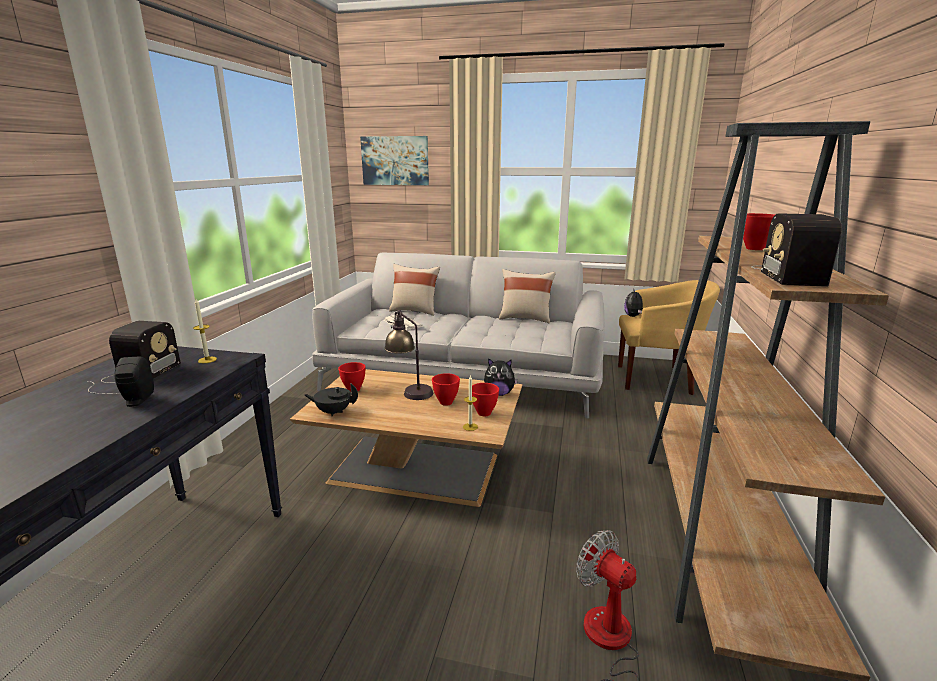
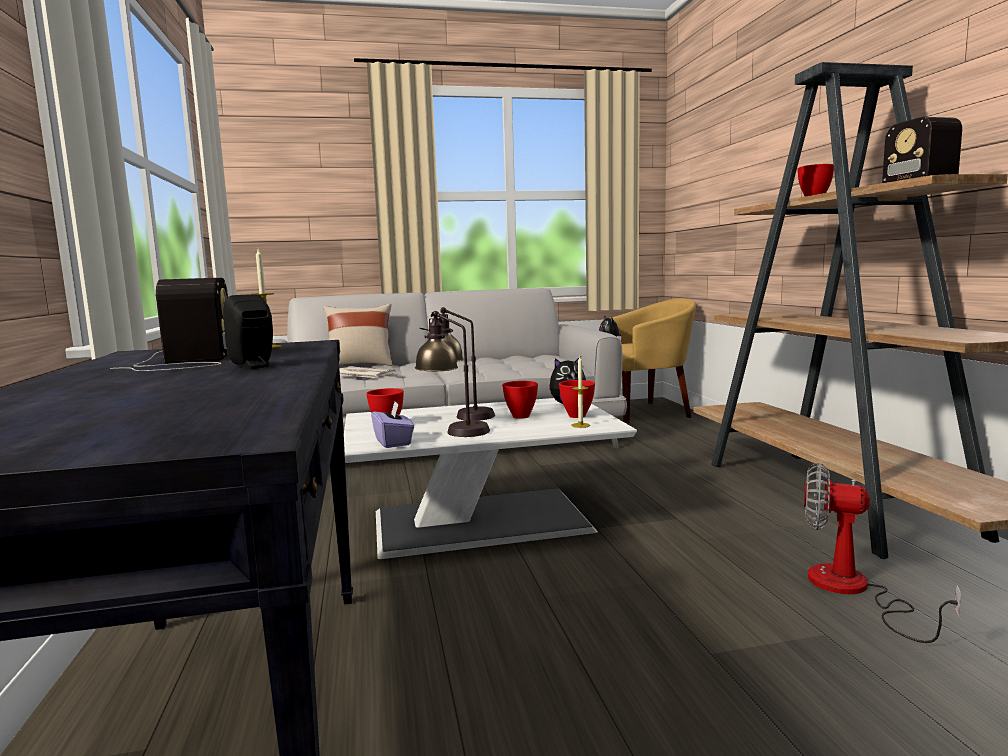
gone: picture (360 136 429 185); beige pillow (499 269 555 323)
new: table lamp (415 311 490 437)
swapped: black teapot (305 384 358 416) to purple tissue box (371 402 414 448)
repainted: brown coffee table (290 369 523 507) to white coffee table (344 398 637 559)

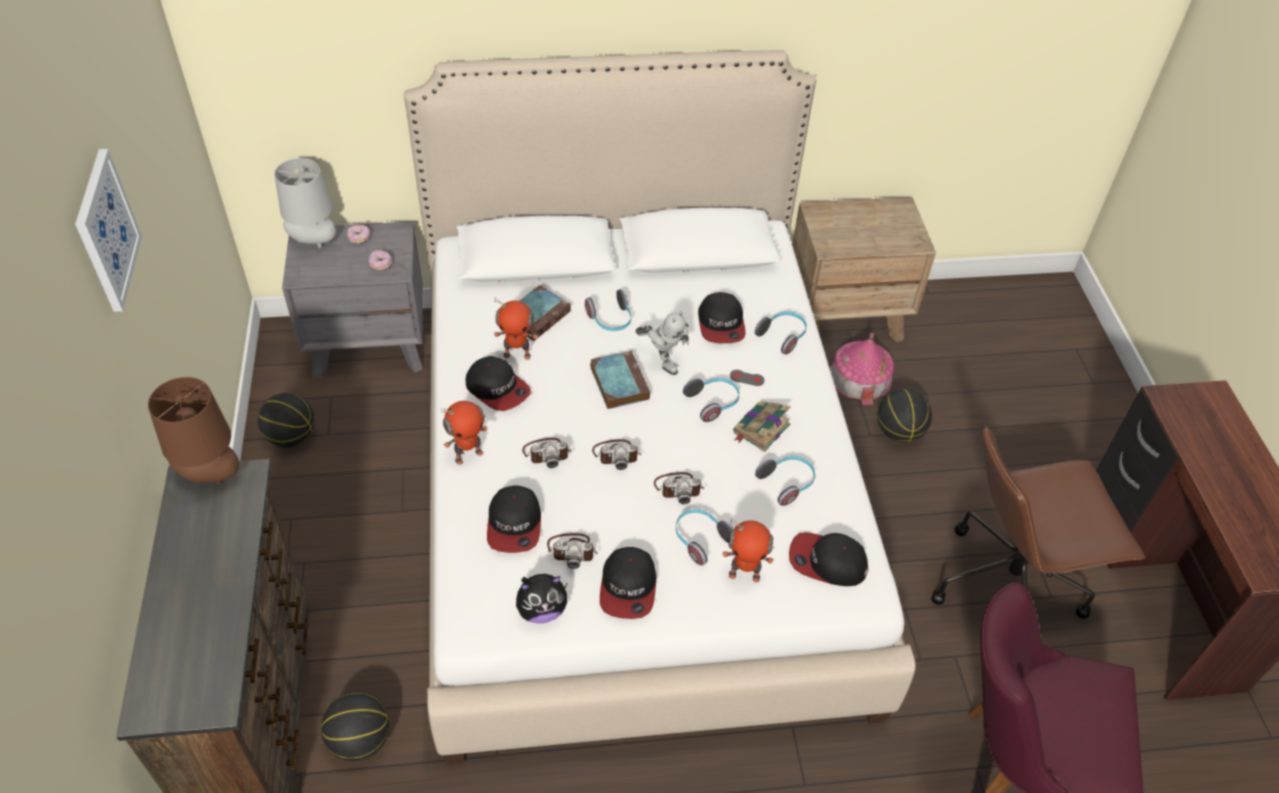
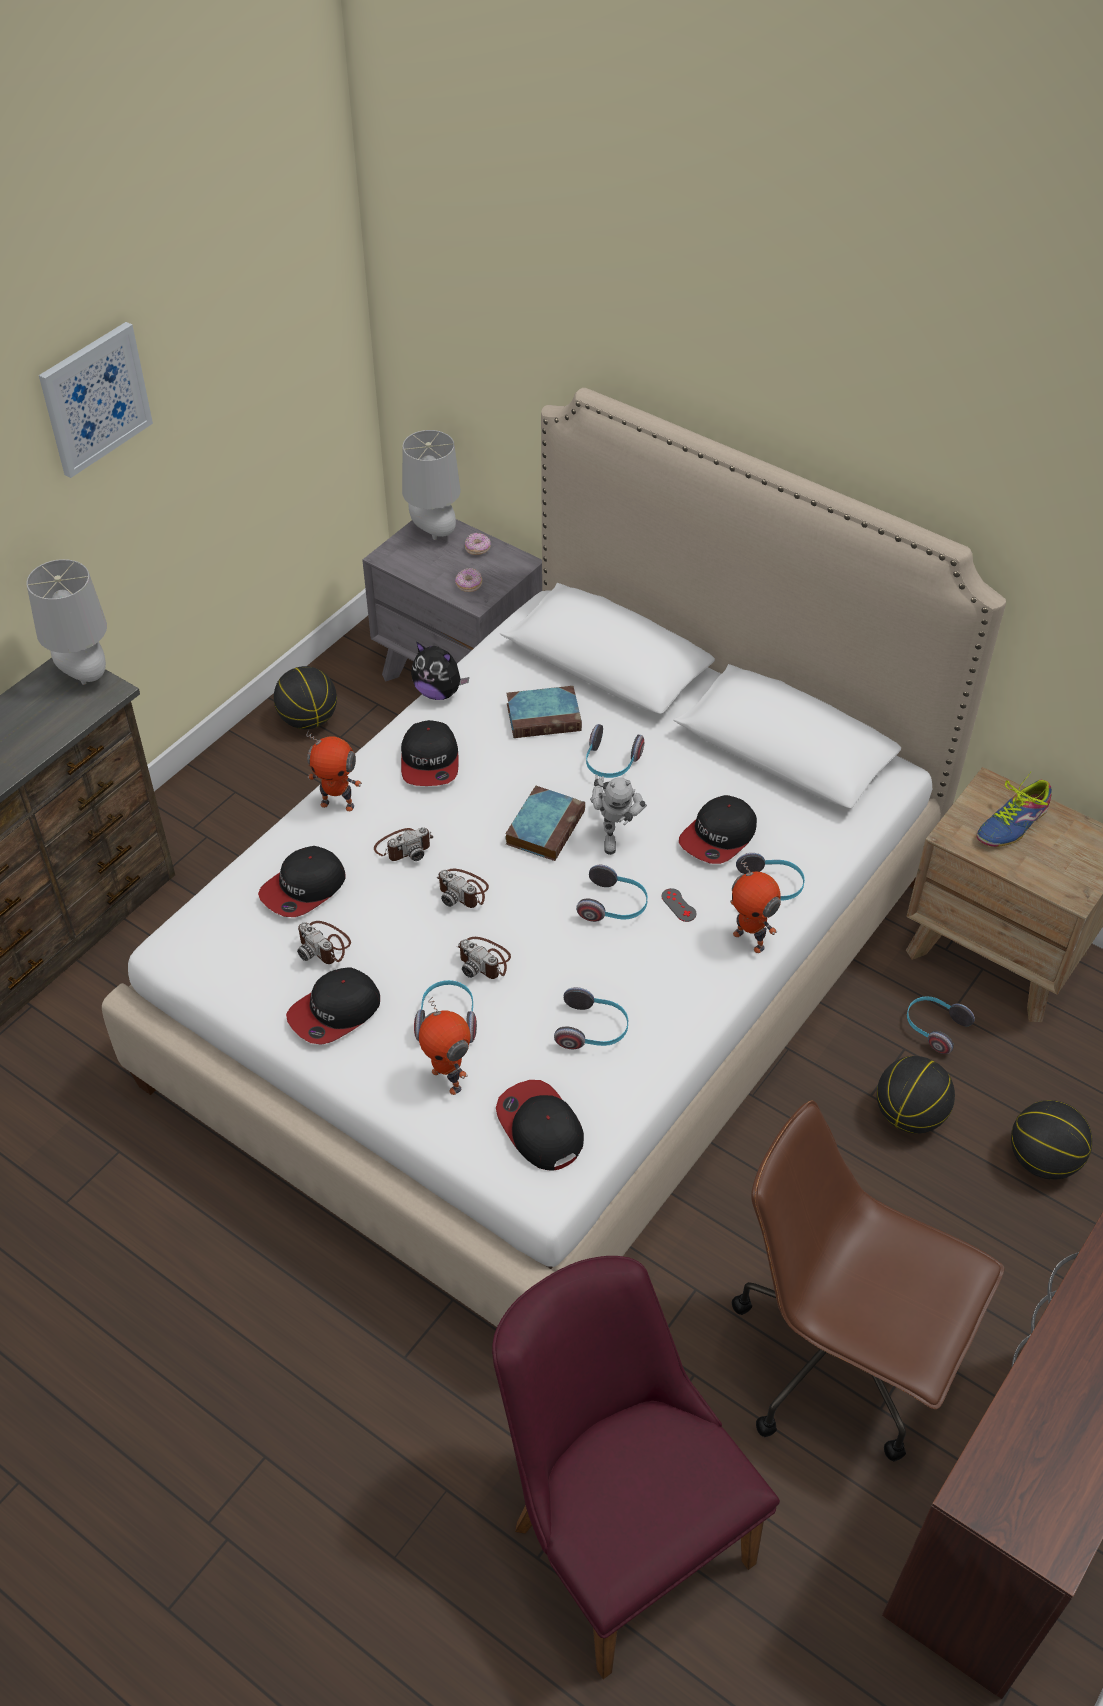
gone: book (733 400 791 452)
new: shoe (977 772 1052 847)
shifted: toy robot (494 298 538 360) to (730 859 781 953); plush toy (516 574 568 624) to (411 641 469 700); basketball (321 692 390 761) to (1011 1100 1092 1180)
swapped: toy house (830 333 894 405) to headphones (907 996 975 1054)
repainted: brown table lamp (148 377 239 484) to grey table lamp (26 559 107 685)
rotated: photo camera (522 438 572 468) = (374 827 433 861) 60 degrees counterclockwise

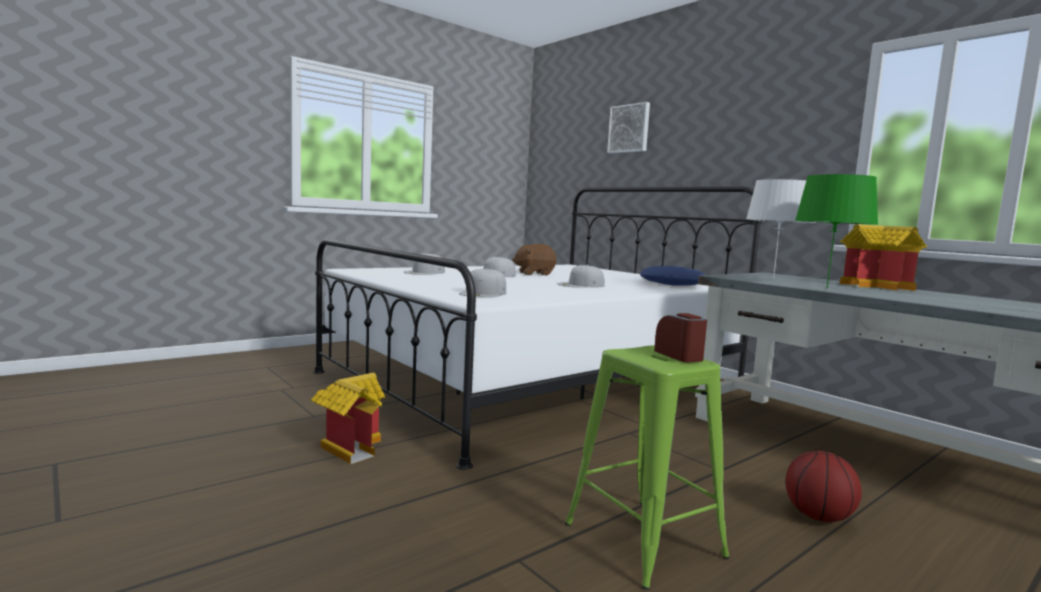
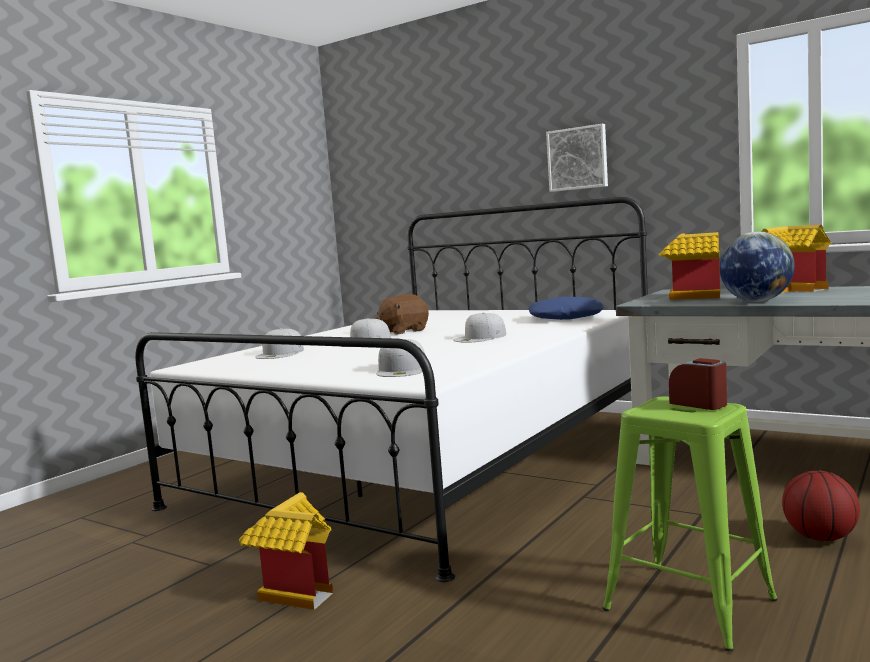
shifted: picture (607 102 650 153) to (546 124 608 192)
swapped: green table lamp (795 174 878 289) to globe (719 232 795 302); white table lamp (746 179 816 279) to toy house (659 232 720 300)

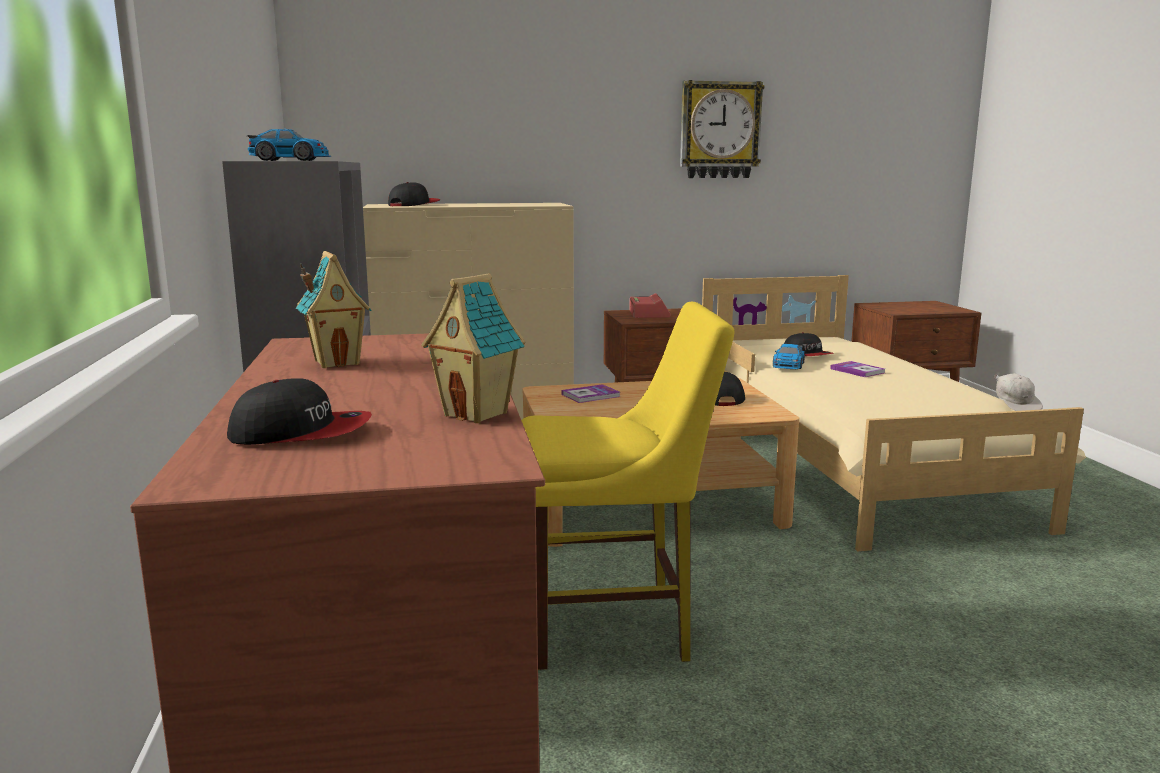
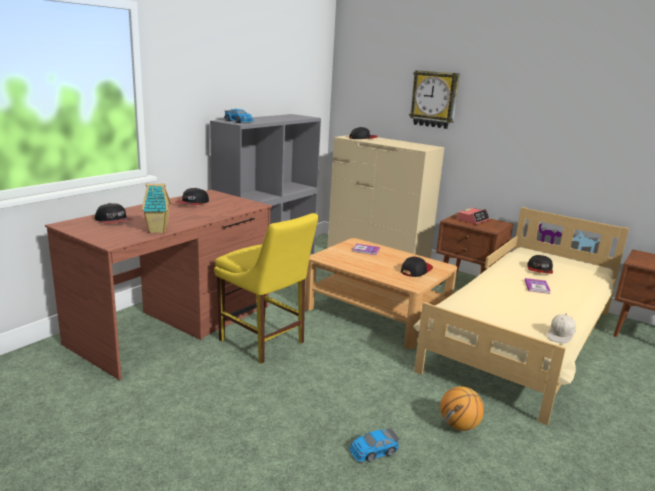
new: basketball (440 386 484 431)
shifted: wall clock (680 80 764 178) to (409 70 460 129); toy car (773 344 805 369) to (349 428 399 462)
swapped: toy house (296 251 372 368) to cap (176 188 209 205)

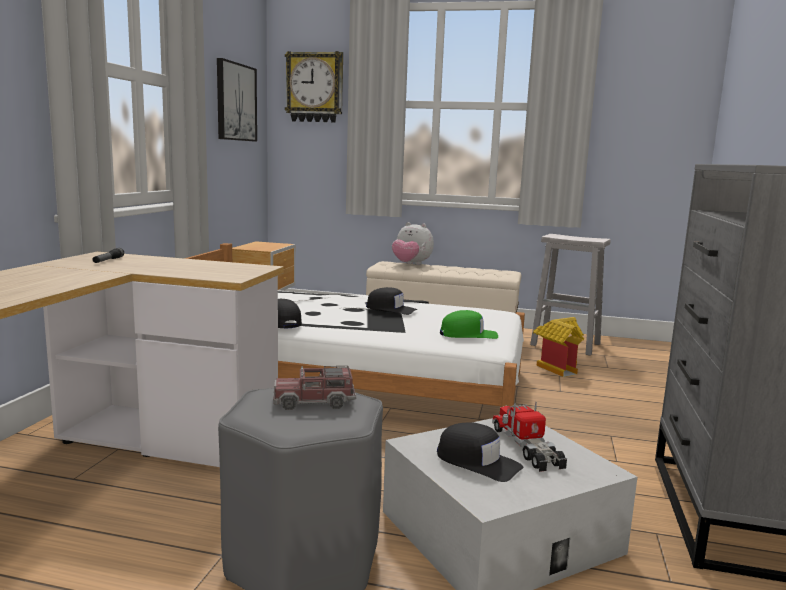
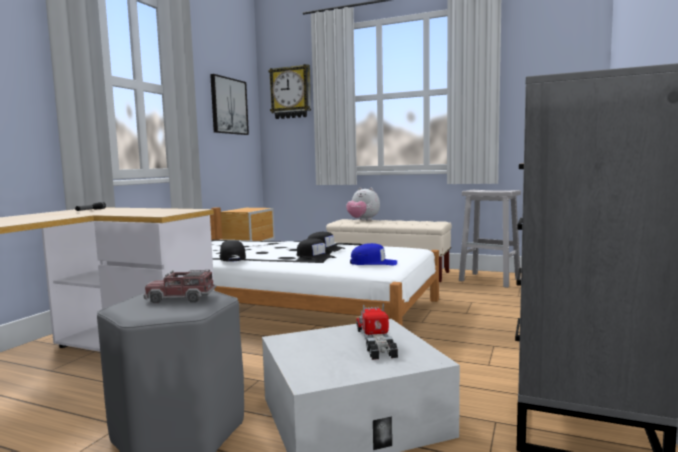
gone: toy house (533 317 584 377)
shifted: black cap (437 422 523 482) to (297 238 336 261)
repainted: green cap (440 310 498 339) to blue cap (350 243 397 265)

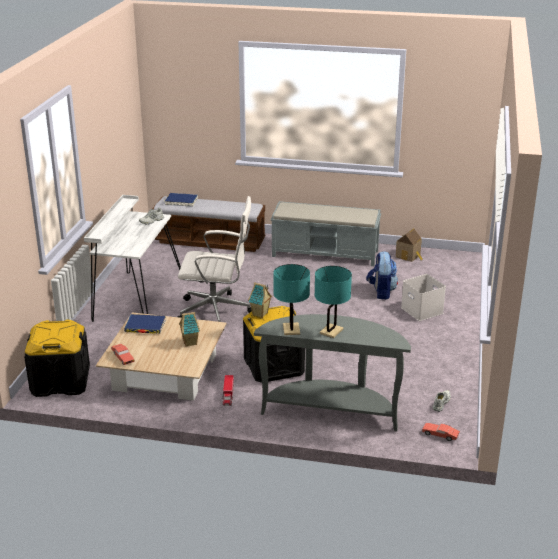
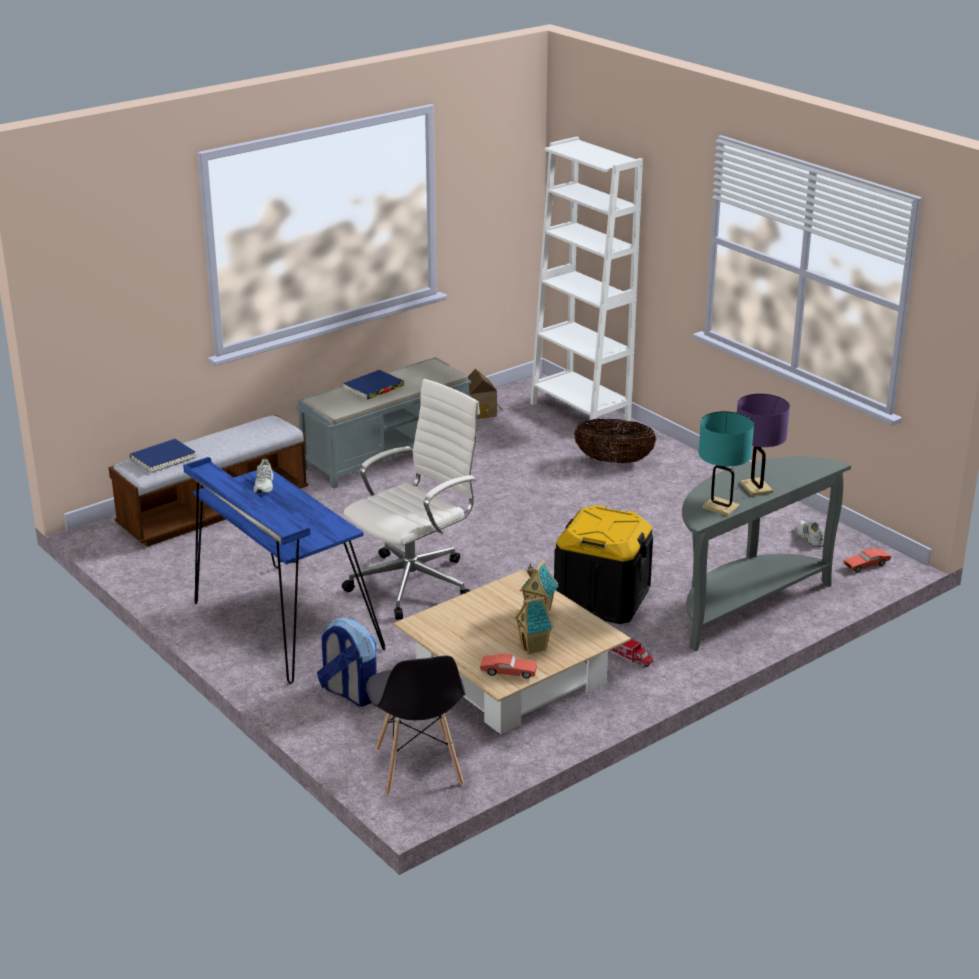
new: white bookcase (531 137 643 425)
shifted: backpack (367 251 398 300) to (317 618 377 707); toy house (248 282 272 318) to (515 595 553 654); blue book (124 314 166 334) to (343 370 404 400)
swapped: white storage box (401 274 446 321) to basket (574 419 657 463); black storage box (24 319 90 397) to grey chair (366 656 466 795)
repainted: white desk (84 195 181 322) to blue desk (183 457 385 684); turquoise table lamp (314 266 352 338) to purple table lamp (737 394 790 496)

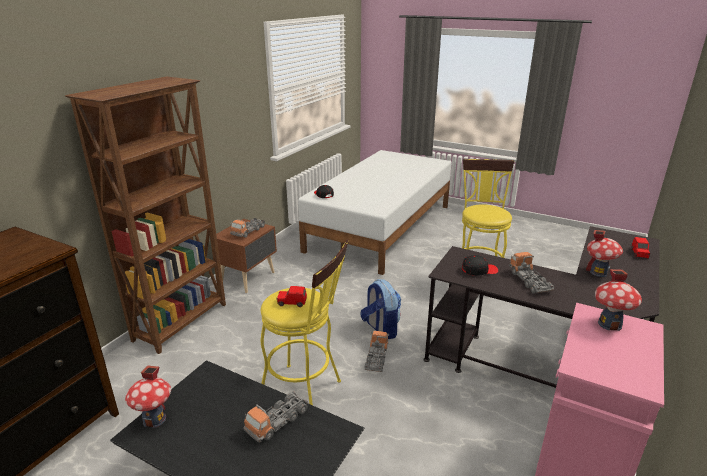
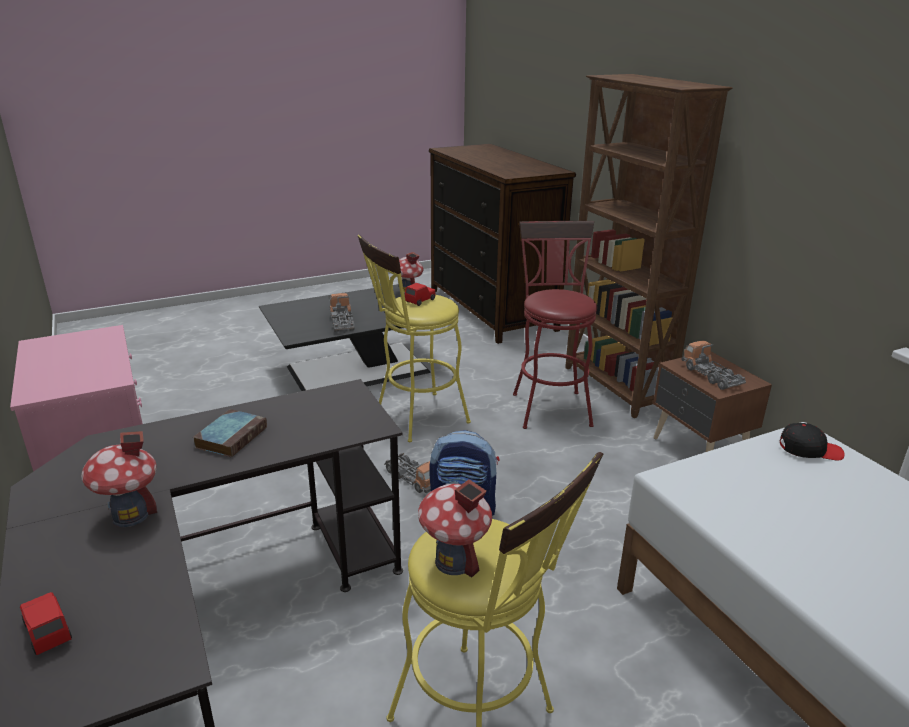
gone: black cap (462 255 498 276)
new: red stool (513 221 597 429)
shifted: toy house (595 269 642 331) to (418 479 492 577)
swapped: toy truck (509 252 554 294) to book (193 409 267 457)

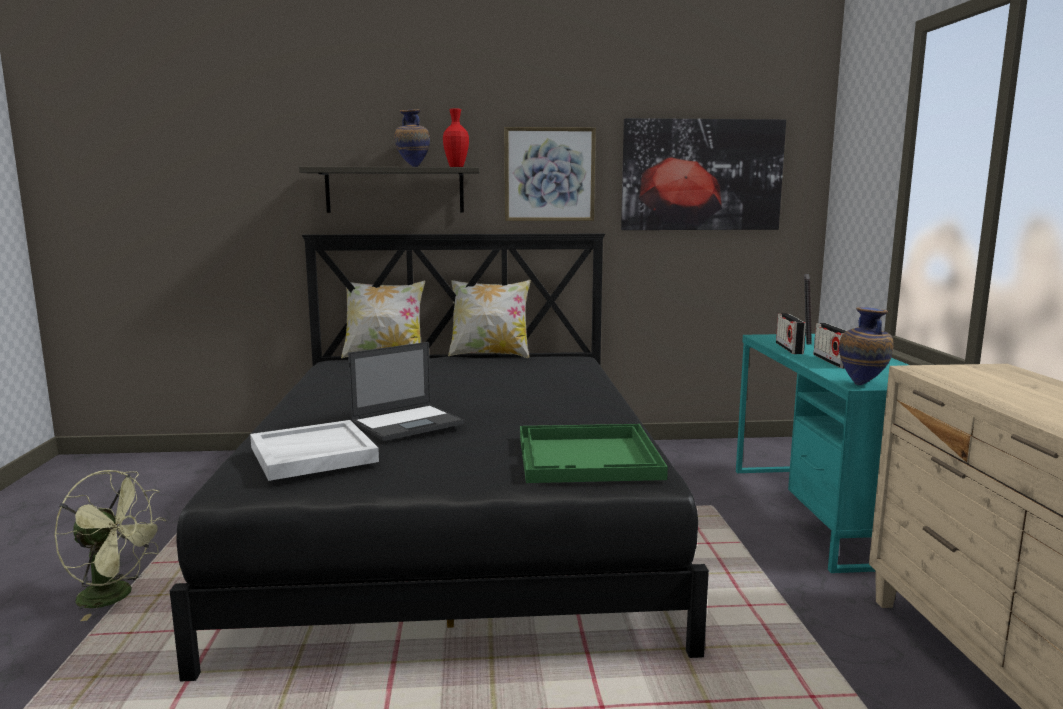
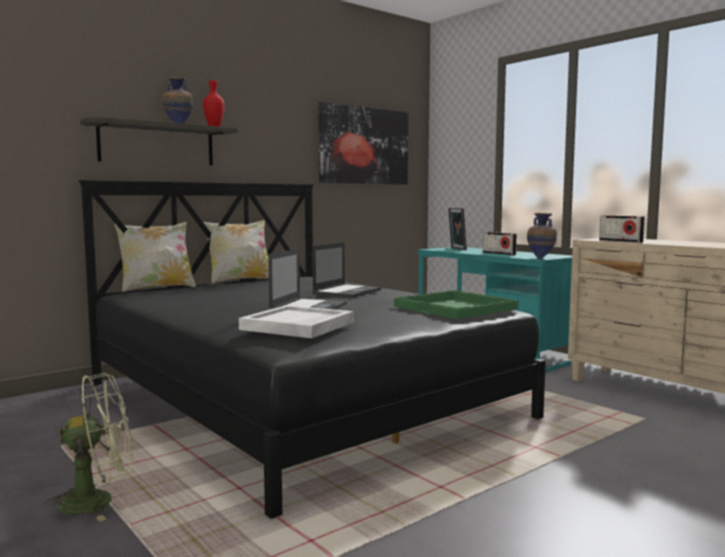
gone: picture (504 127 596 221)
new: laptop (312 242 381 298)
shifted: radio (776 313 806 354) to (599 215 645 243)

